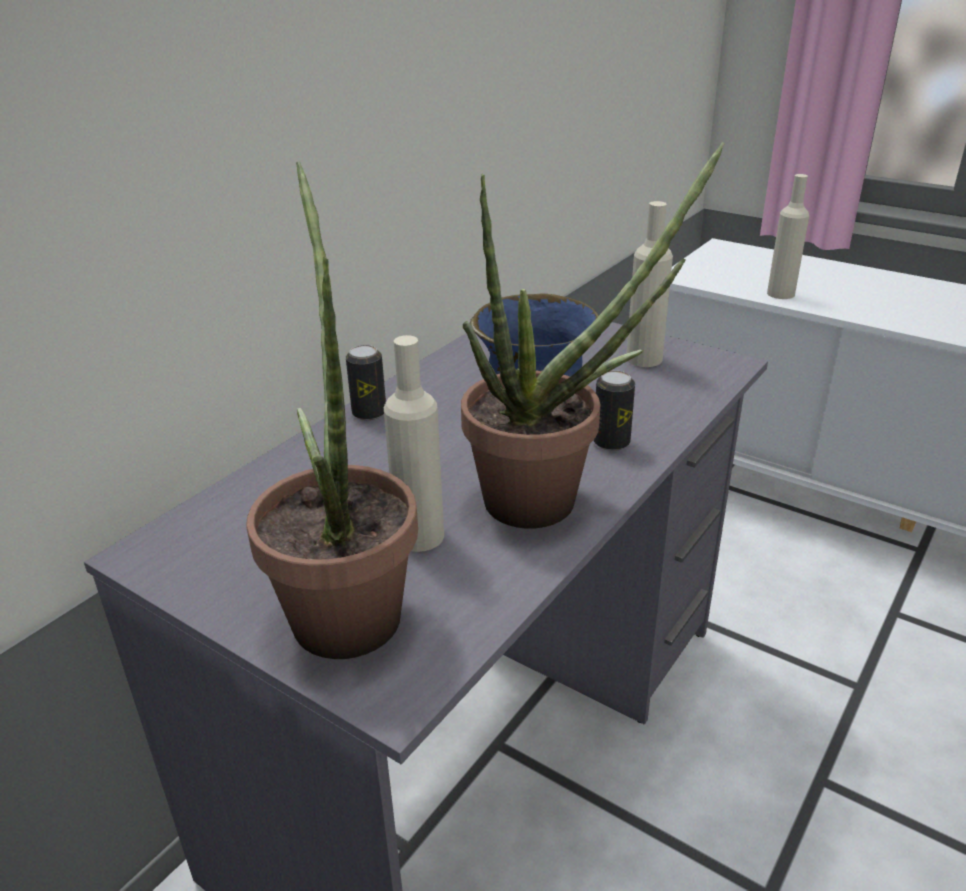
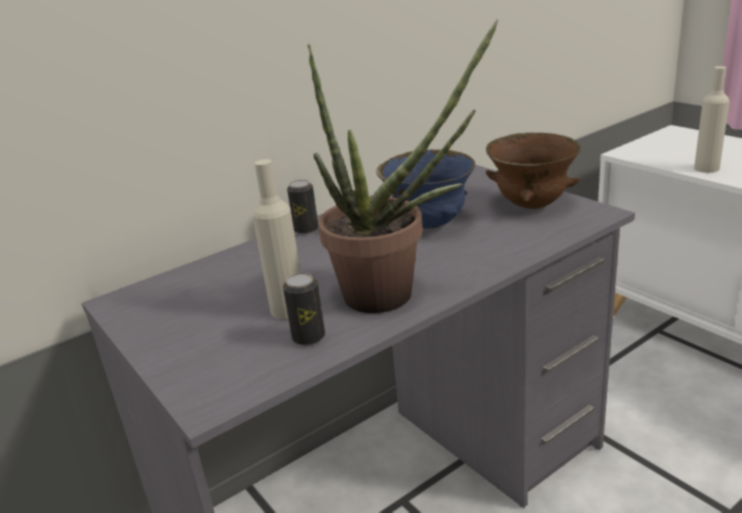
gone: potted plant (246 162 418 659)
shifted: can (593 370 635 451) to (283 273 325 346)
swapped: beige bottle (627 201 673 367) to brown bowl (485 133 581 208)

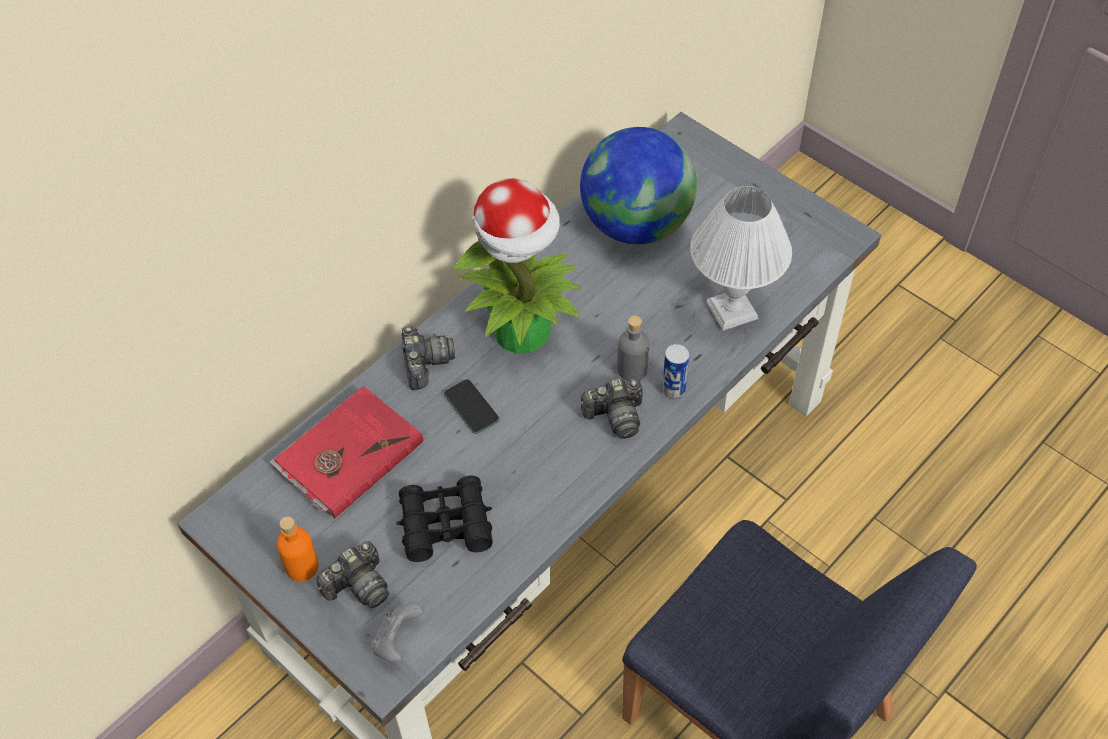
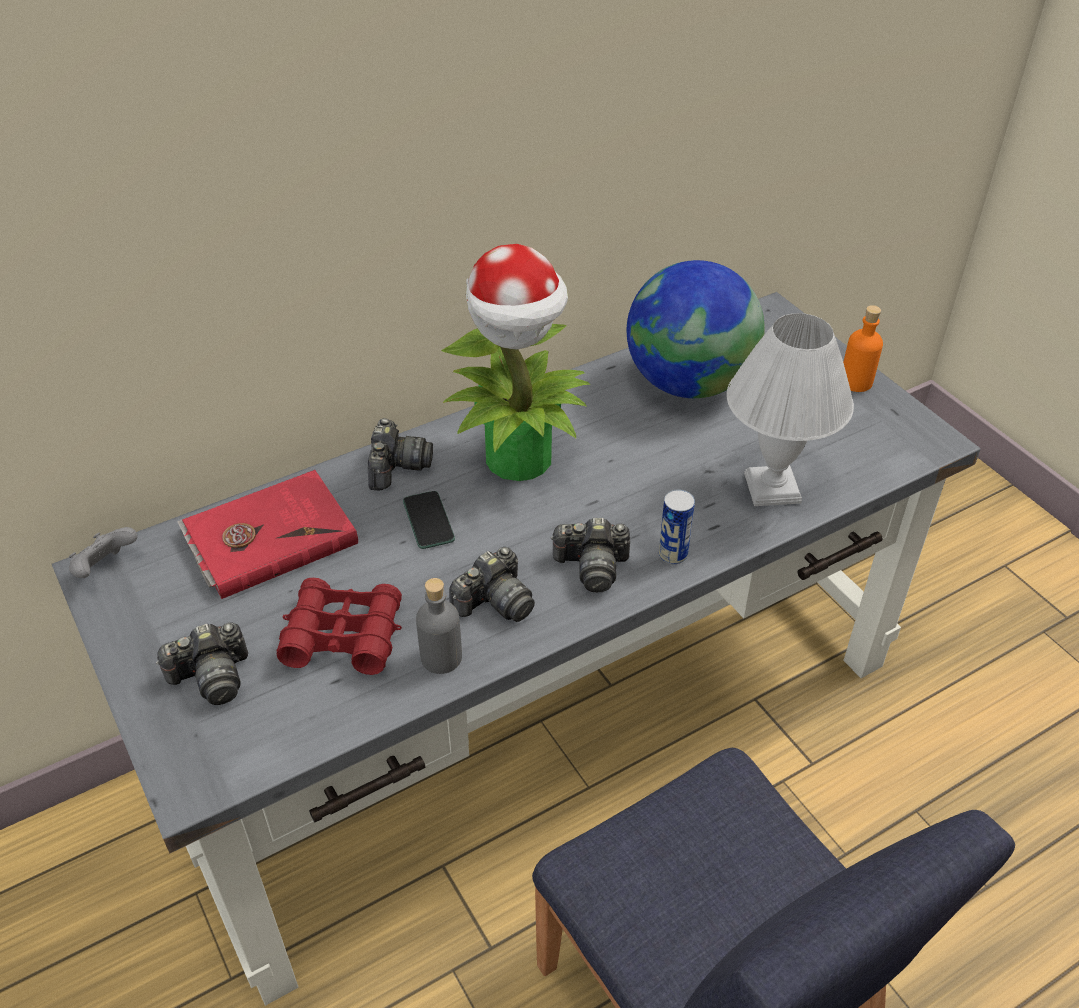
new: photo camera (449 547 535 622)
shifted: grey bottle (617 316 649 381) to (416 578 462 674); orange bottle (277 516 319 581) to (843 305 883 392); grey game controller (371 602 424 663) to (69 527 137 578)
repainted: black binoculars (396 475 493 562) to red binoculars (277 578 402 675)

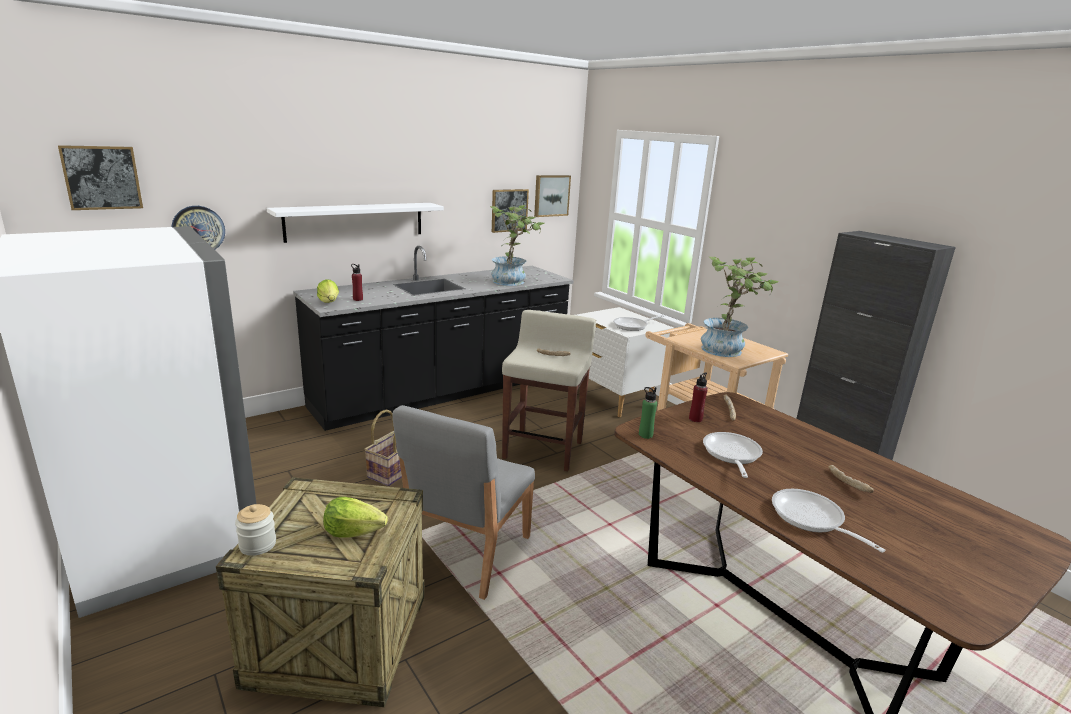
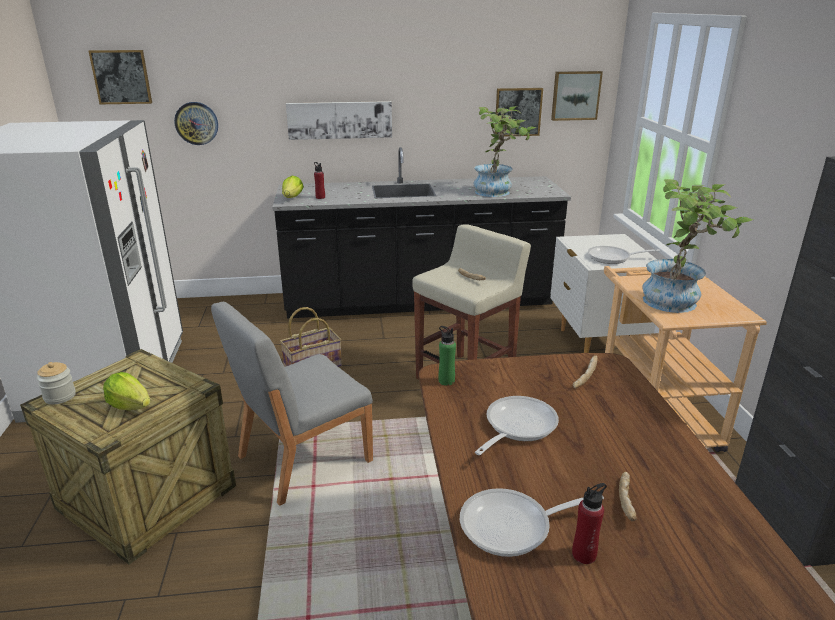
shifted: red bottle (689 372 708 422) to (572 483 607 564)
swapped: white shelf (267 203 444 243) to picture (286 101 392 140)
rotated: frying pan (772 489 885 552) = (460 488 604 557) 105 degrees counterclockwise

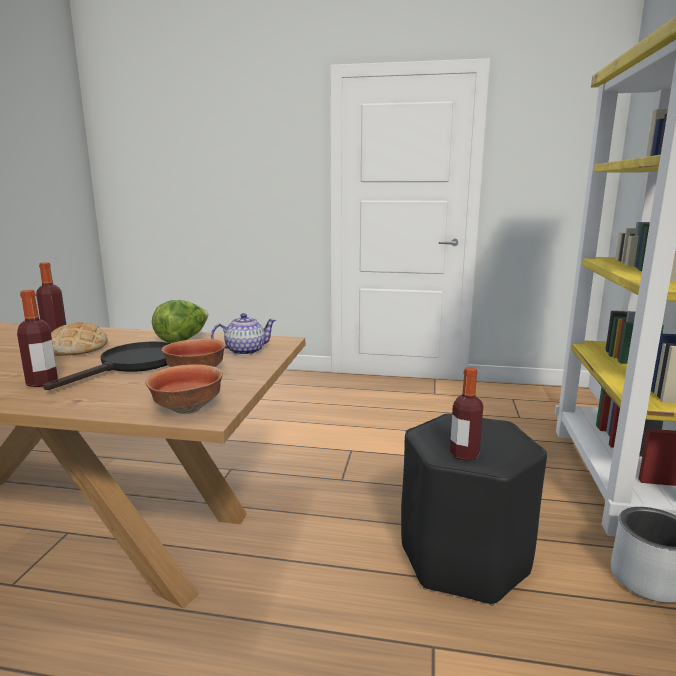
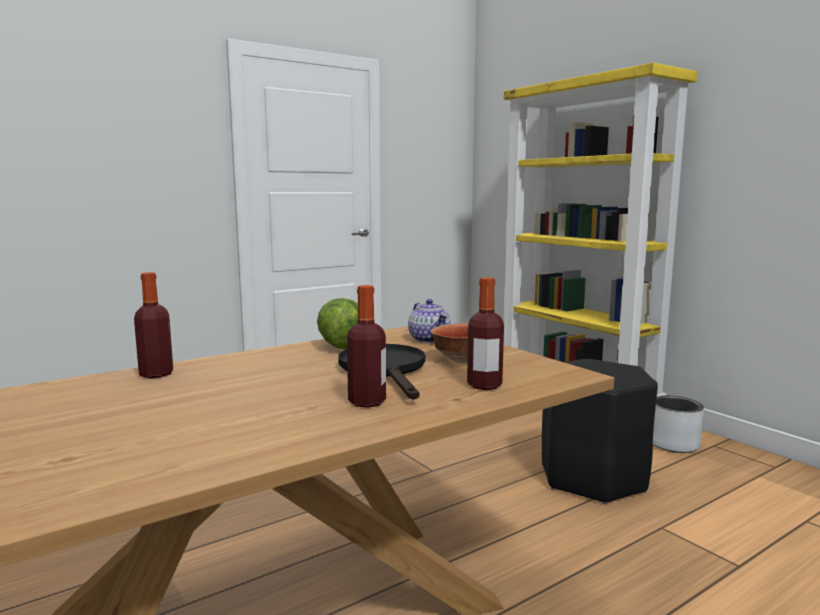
gone: bread (51 322 108 356); bowl (145 364 223 414)
shifted: bottle (450 367 483 461) to (467 277 504 390)
rotated: teapot (211 313 276 355) = (408 299 451 343) 135 degrees clockwise

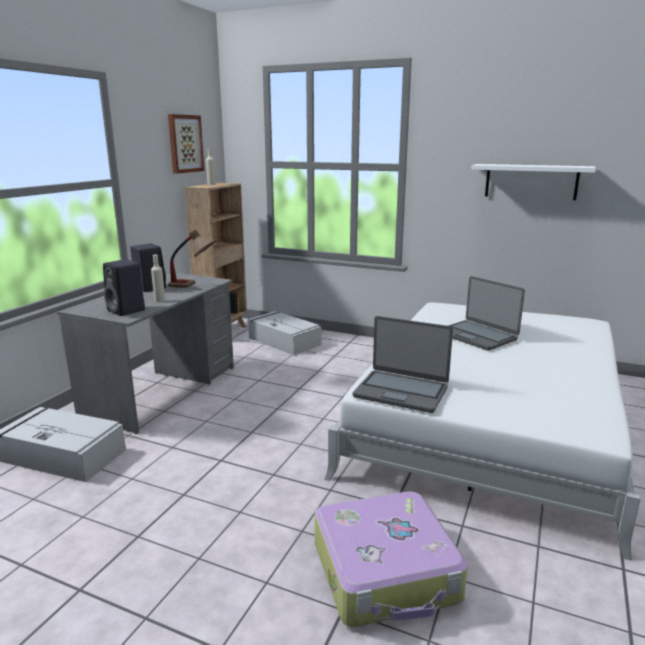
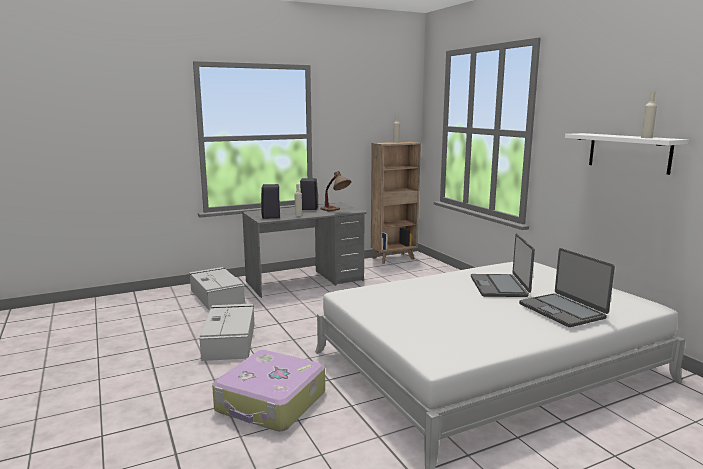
gone: picture (168 114 204 174)
new: beige bottle (641 91 657 138)
shifted: grey storage box (248 311 321 355) to (200 304 255 361); laptop (353 316 453 413) to (519 248 615 327)

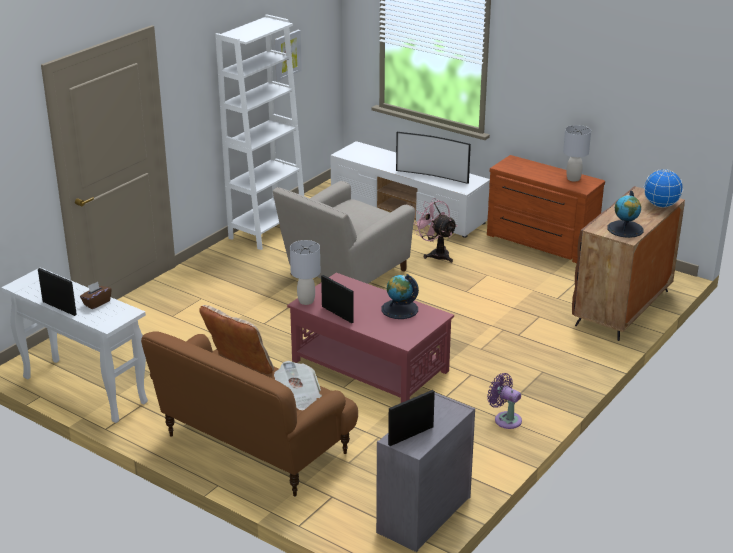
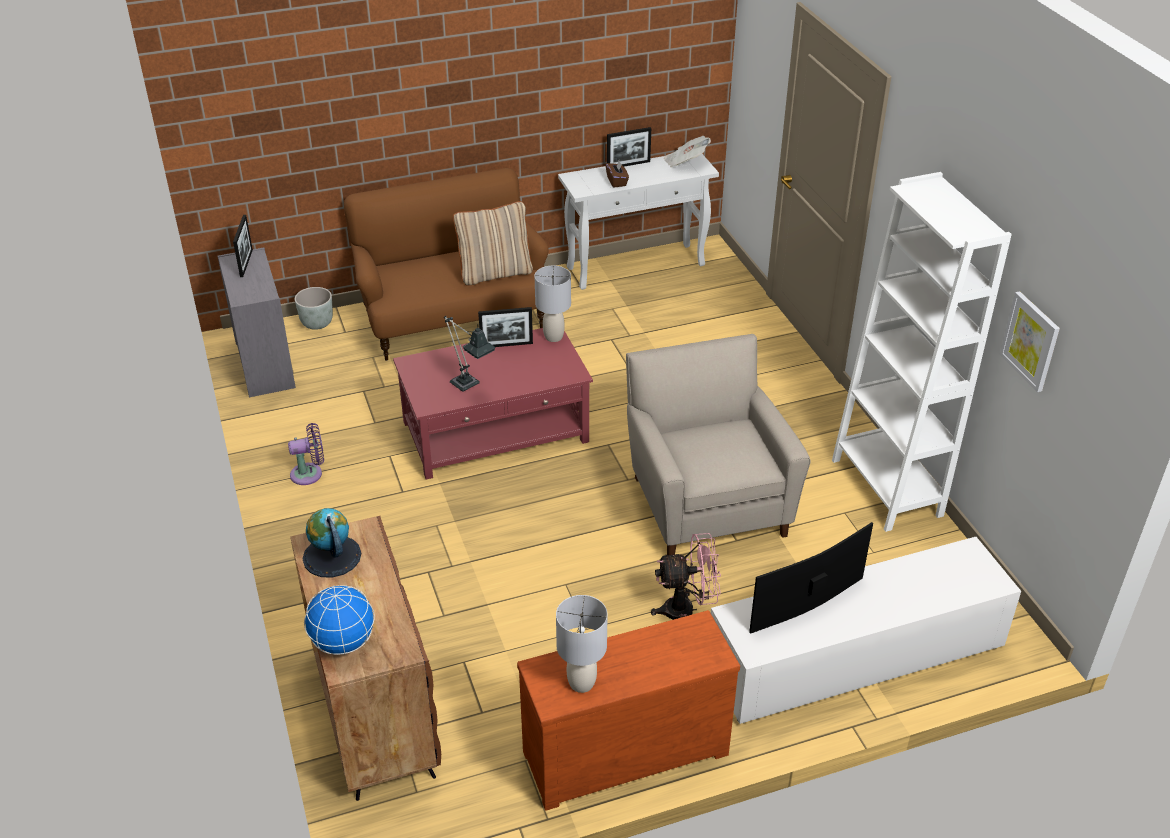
new: grey planter (295 287 333 330)
shifted: newspaper (274 361 322 410) to (664 136 711 167)
swapped: globe (381 274 419 319) to table lamp (444 316 495 391)

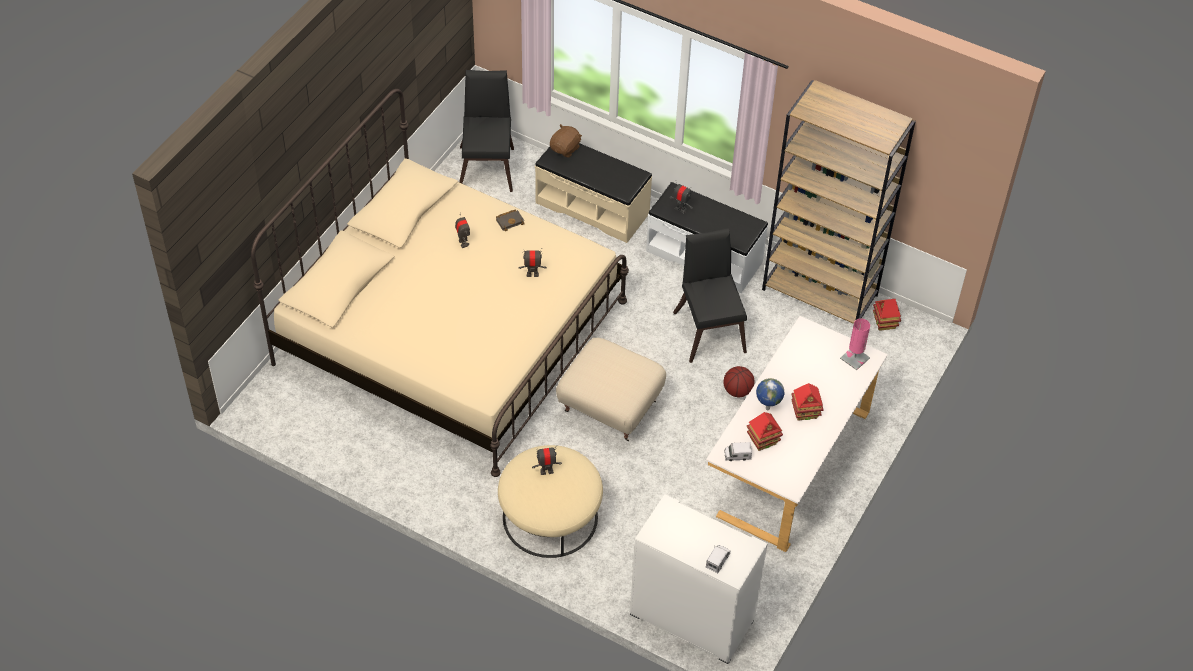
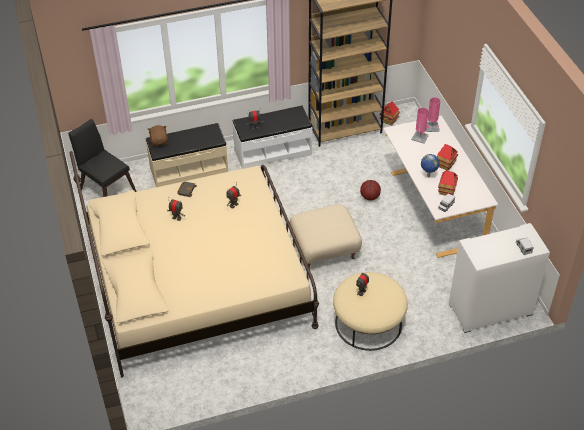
gone: black chair (673 228 747 363)
new: pink table lamp (411 108 429 144)

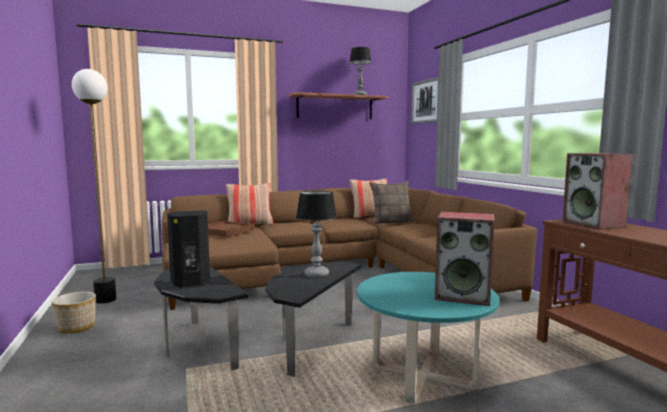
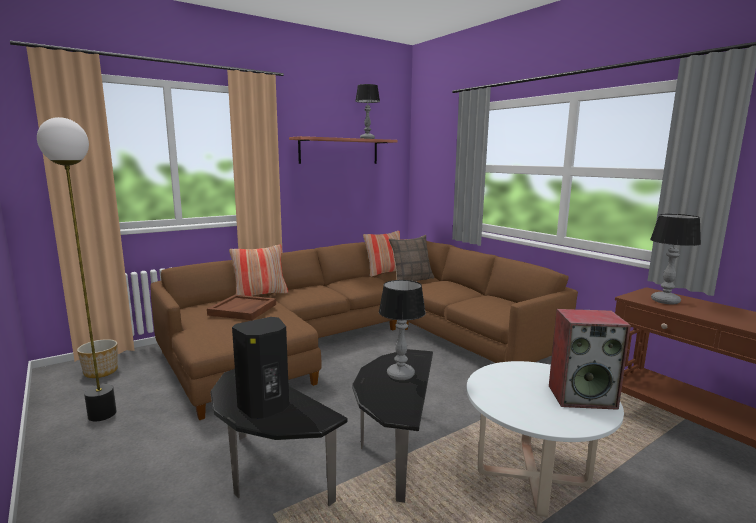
gone: picture (411 77 439 124)
shifted: planter (52 292 96 334) to (77 339 118 378)
swapped: speaker (562 153 633 229) to table lamp (650 214 701 305)
repainted: turquoise coffee table (357 272 500 403) to white coffee table (466 361 624 517)

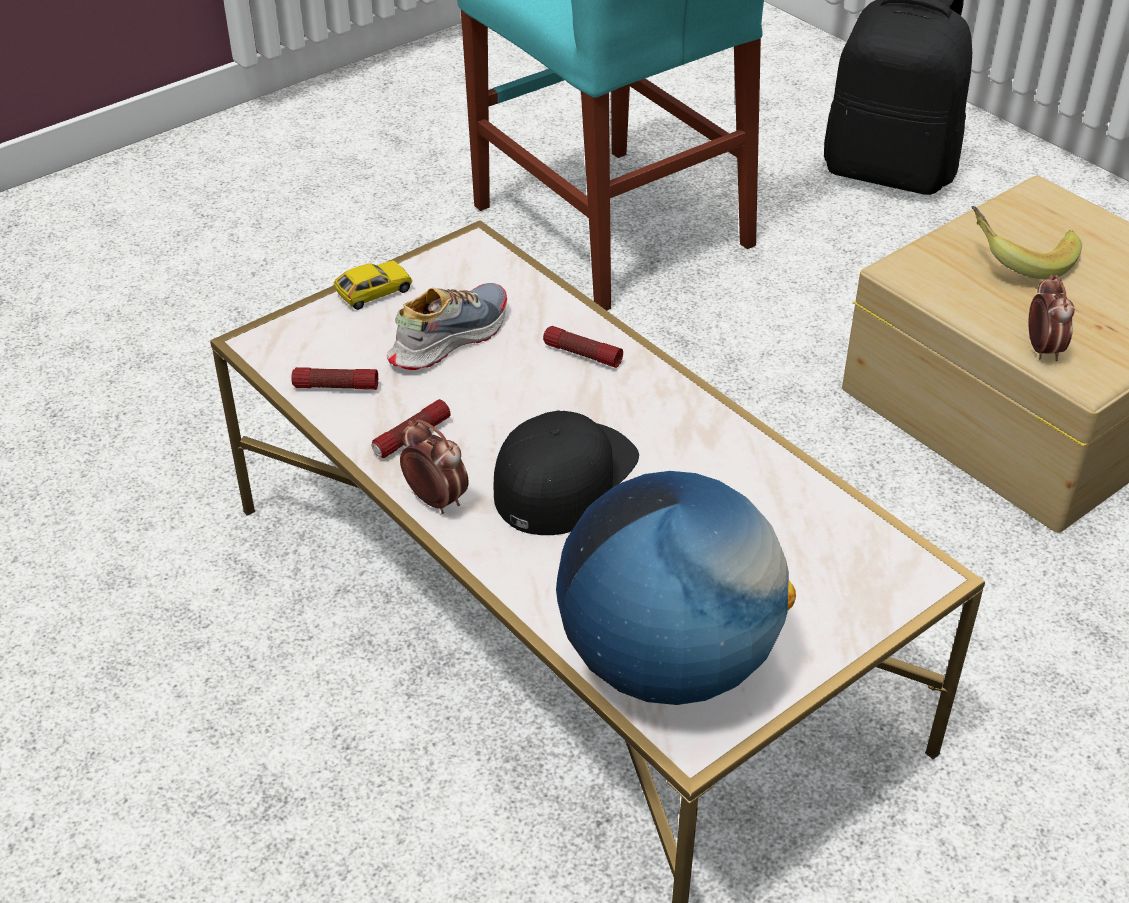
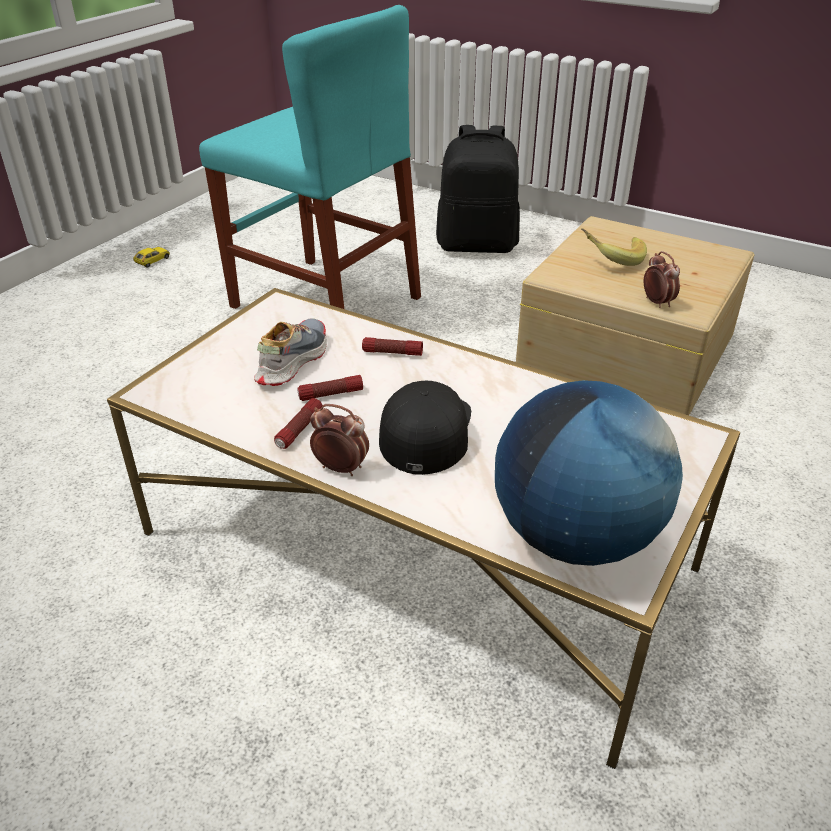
shifted: toy car (334 260 412 310) to (133 247 170 268); flashlight (291 367 378 390) to (297 375 363 401)

